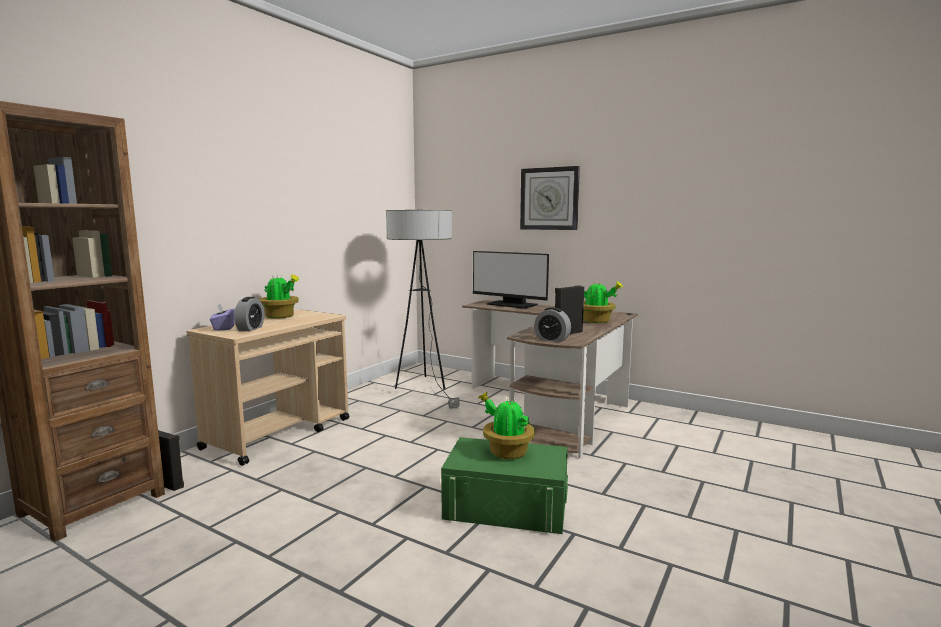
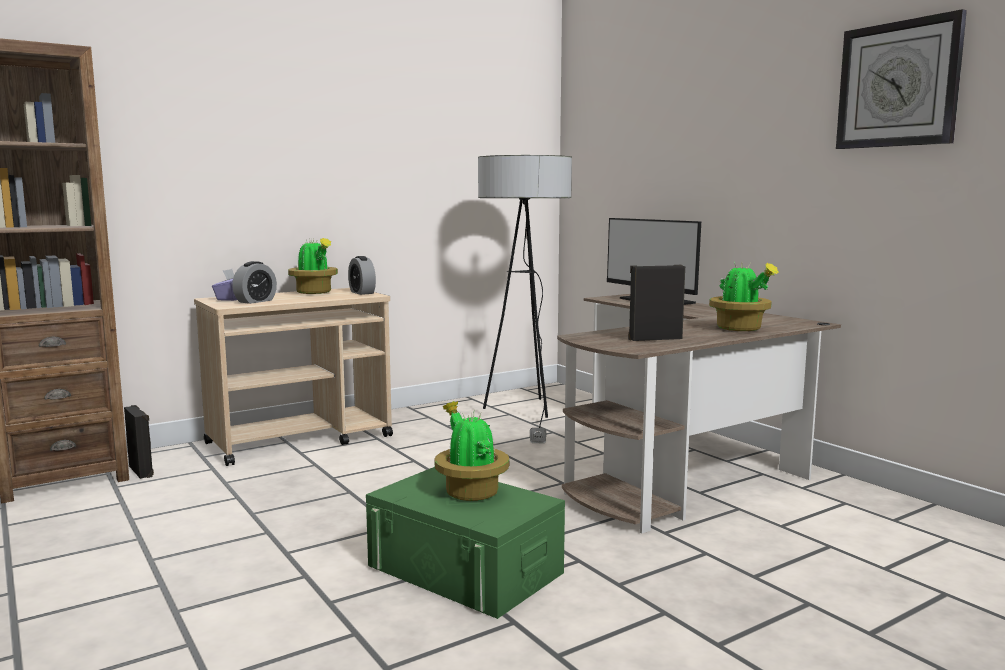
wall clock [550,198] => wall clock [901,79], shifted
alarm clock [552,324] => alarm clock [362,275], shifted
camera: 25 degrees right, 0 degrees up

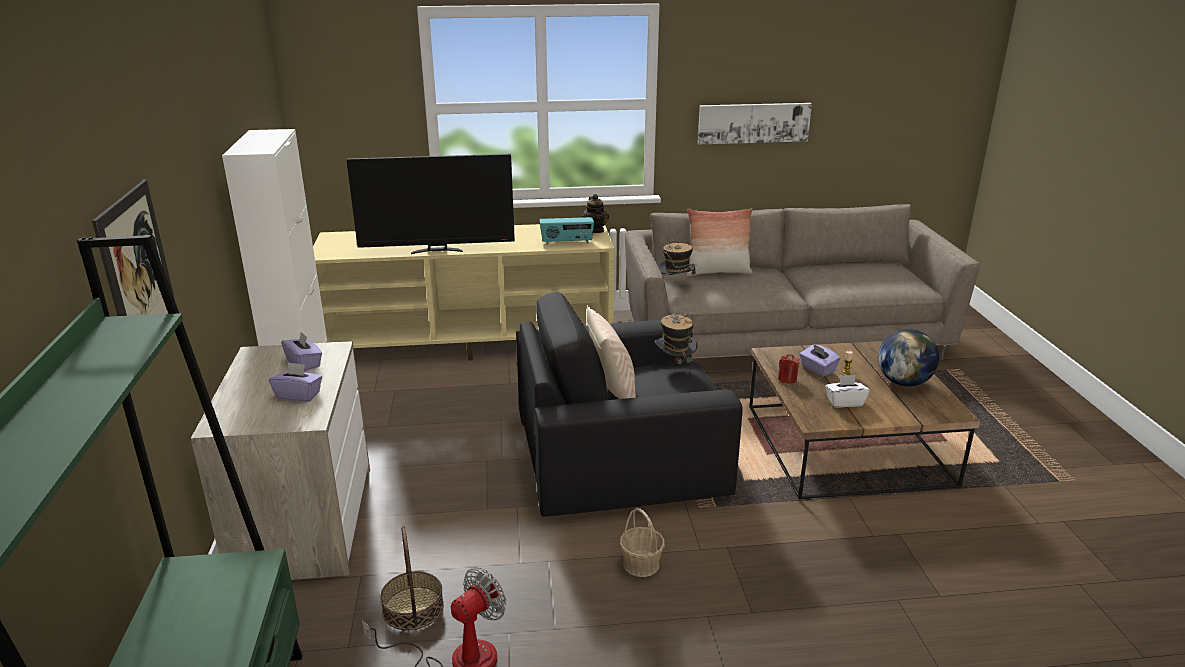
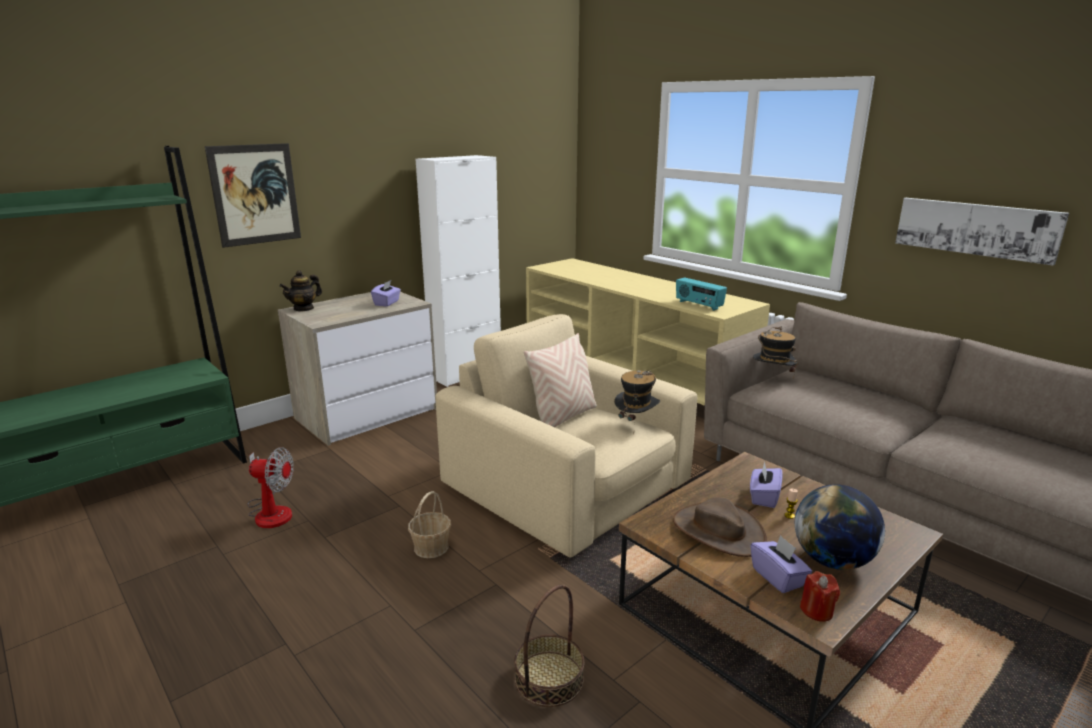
purple tissue box [295,382] => purple tissue box [781,564], shifted
television [430,204] => nothing
basket [412,578] => basket [549,645], shifted
black armchair [629,404] => beige armchair [566,435]
teapot [595,213] => teapot [301,291], shifted
pillow [720,242] => nothing
red candle [789,368] => red candle [820,596], shifted
white tissue box [847,391] => brown hat [720,527]
camera: 55 degrees right, 5 degrees down

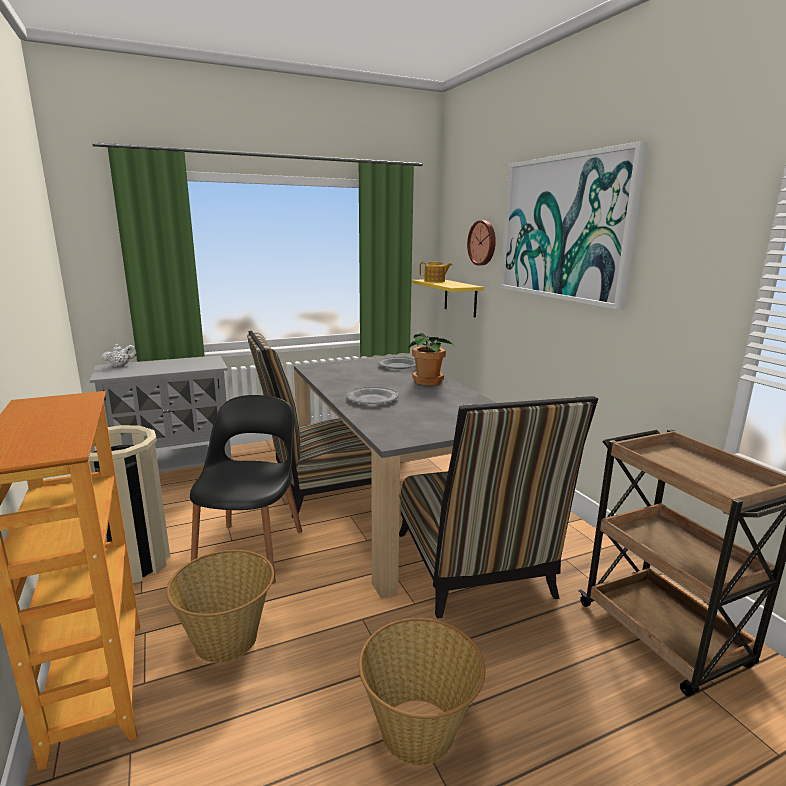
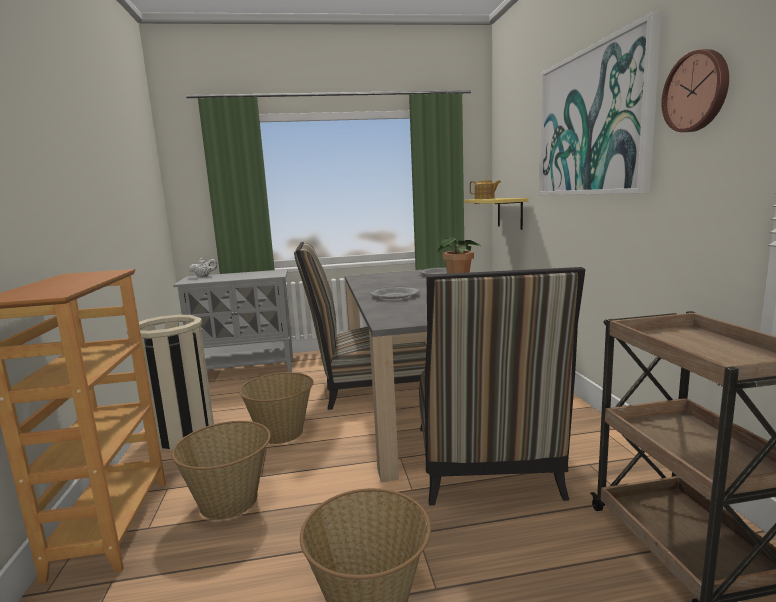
black chair [246,489] => basket [276,408]
wall clock [481,242] => wall clock [695,90], shifted
camera: 15 degrees right, 5 degrees down

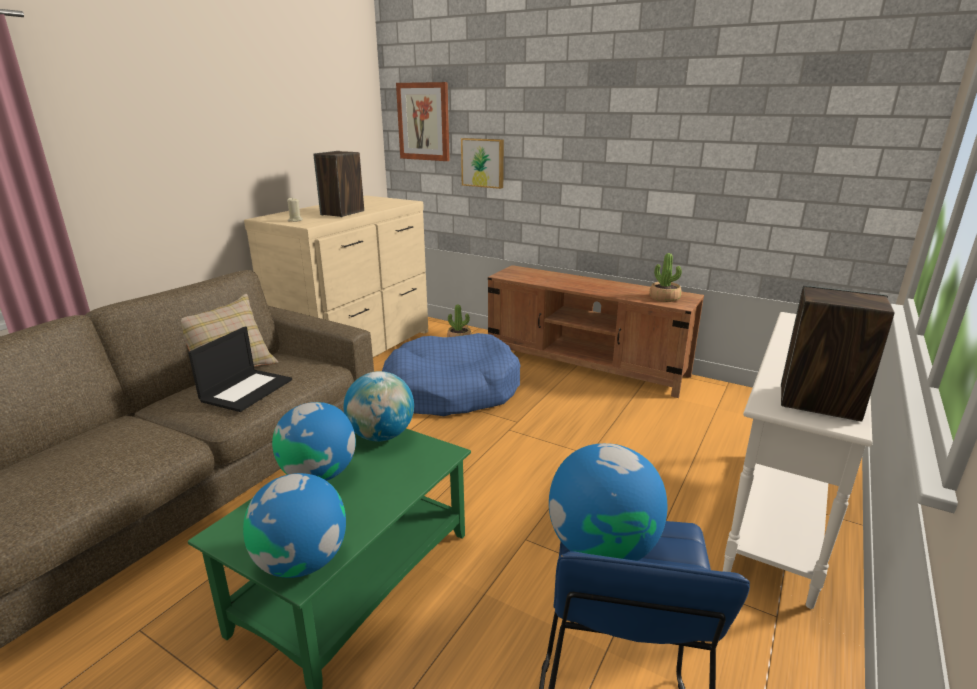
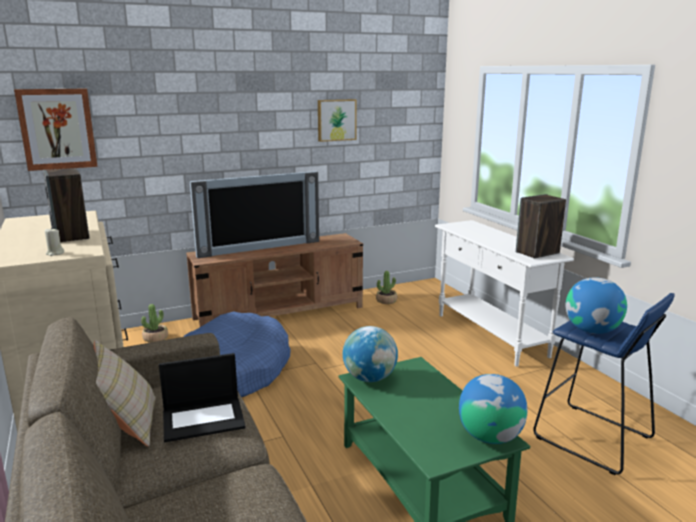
laptop [240,369] => laptop [202,397], 105 degrees clockwise
globe [314,441] => nothing
picture [482,163] => picture [337,120], shifted
potted plant [666,277] => potted plant [386,287], shifted
nothing => television [254,214]
camera: 55 degrees left, 5 degrees down

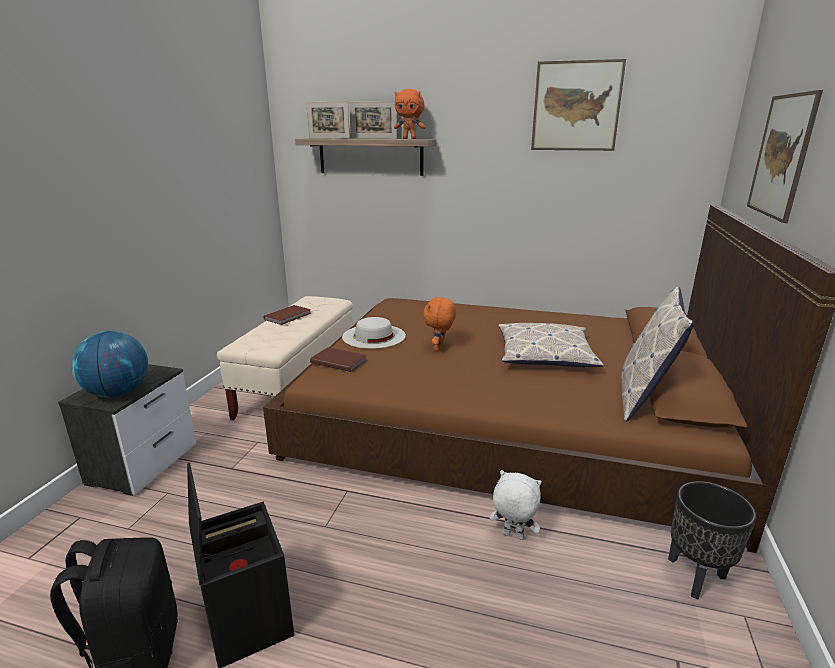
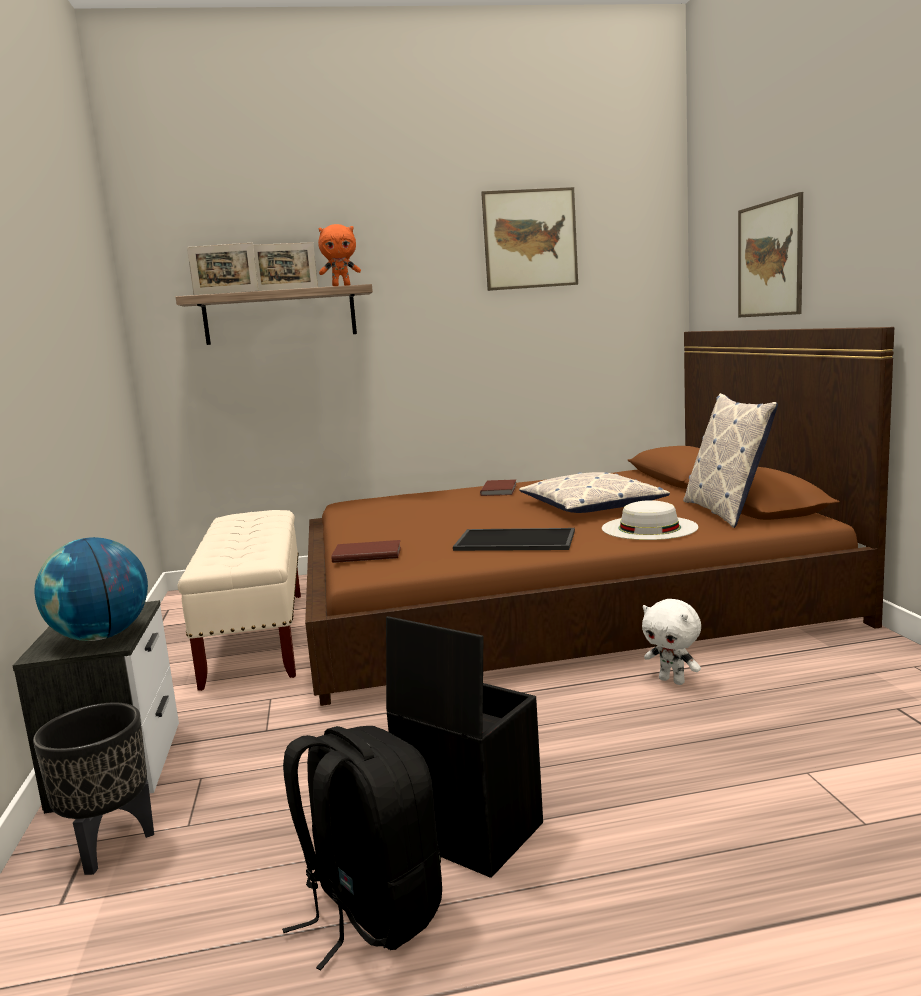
brown book [287,315] => brown book [498,487], shifted
white hat [374,333] => white hat [650,520], shifted
orange plush toy [439,323] => nothing
white plush toy [516,505] => white plush toy [671,642], 135 degrees counterclockwise
black planter [712,540] => black planter [93,788], shifted
nothing => tray [514,539]
camera: 25 degrees left, 10 degrees down

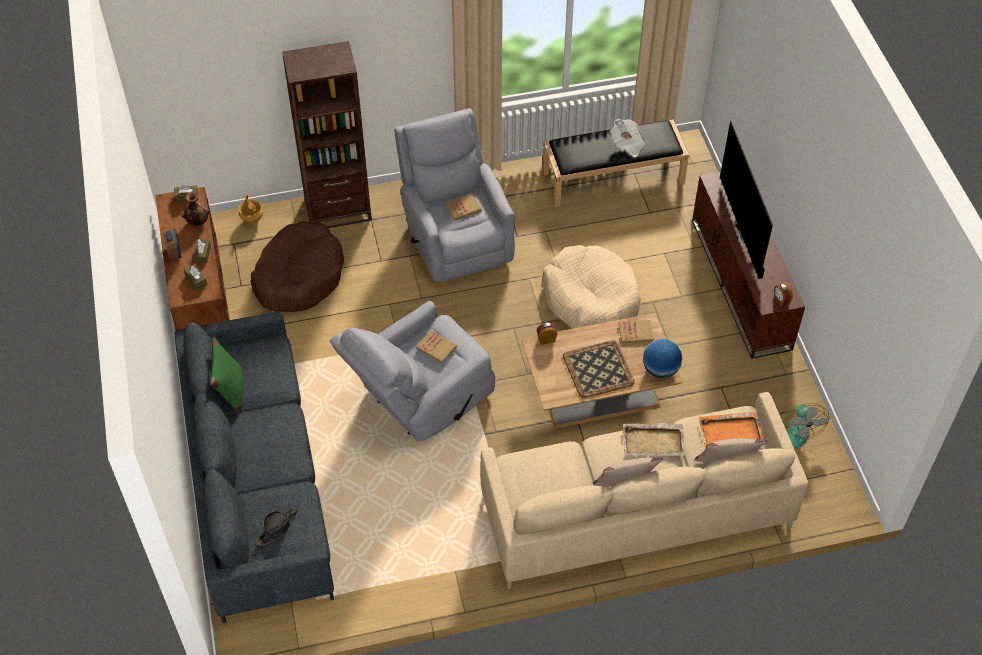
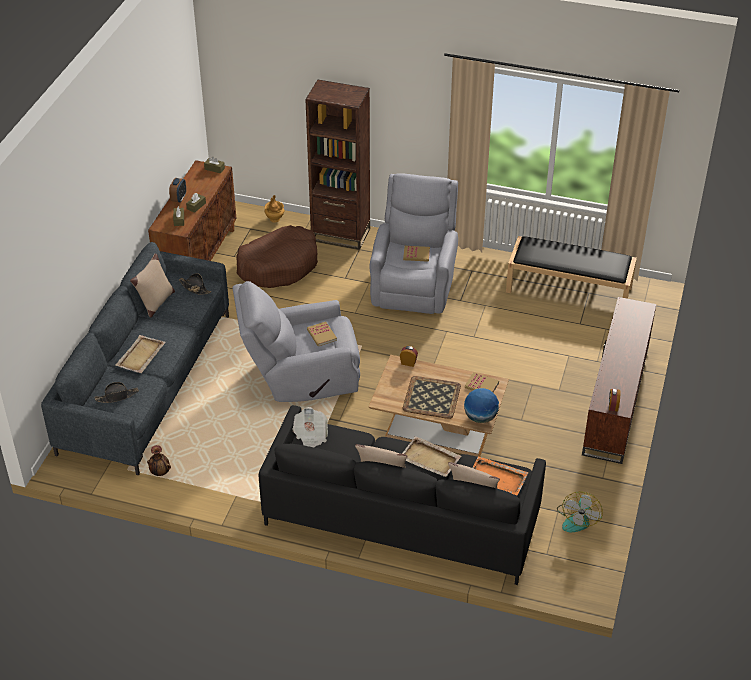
vase [196,209] => vase [159,460], shifted
green pillow [227,375] => beige pillow [152,285]
beige sofa [644,490] => black sofa [402,495]
beige dog bed [592,287] => nothing
newspaper [628,138] => newspaper [310,427], shifted
television [746,200] => nothing
nothing => beige tray [140,354]
nothing => black hat [195,284]
camera: 30 degrees right, 10 degrees down

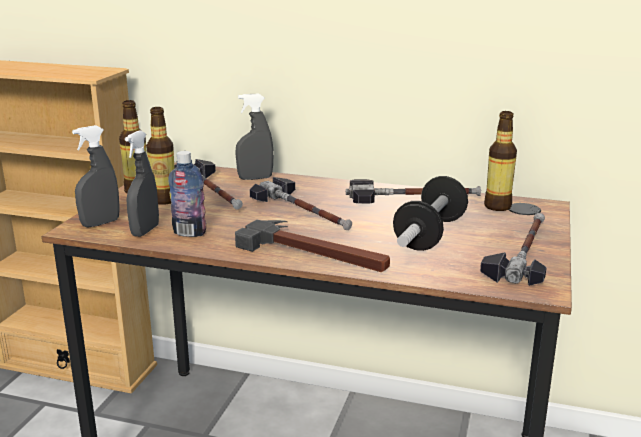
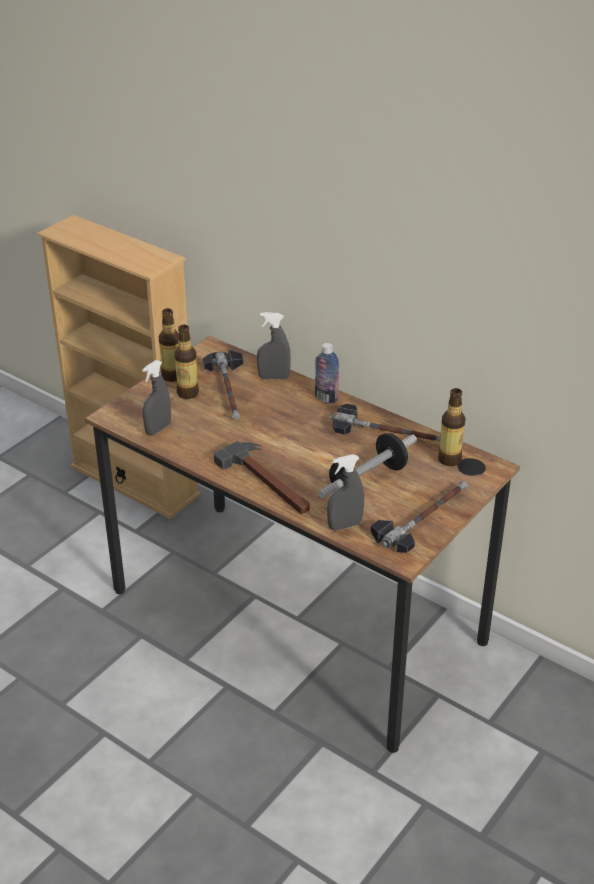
grey spray bottle [96,176] => grey spray bottle [345,492], shifted
bottle [187,194] => bottle [327,373], shifted
hammer [301,203] => nothing
camera: 20 degrees right, 15 degrees up

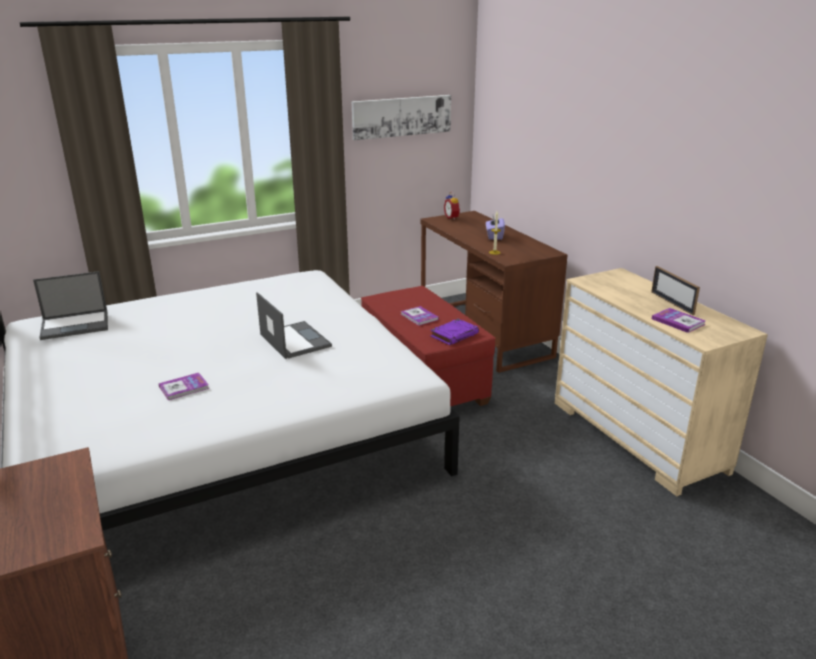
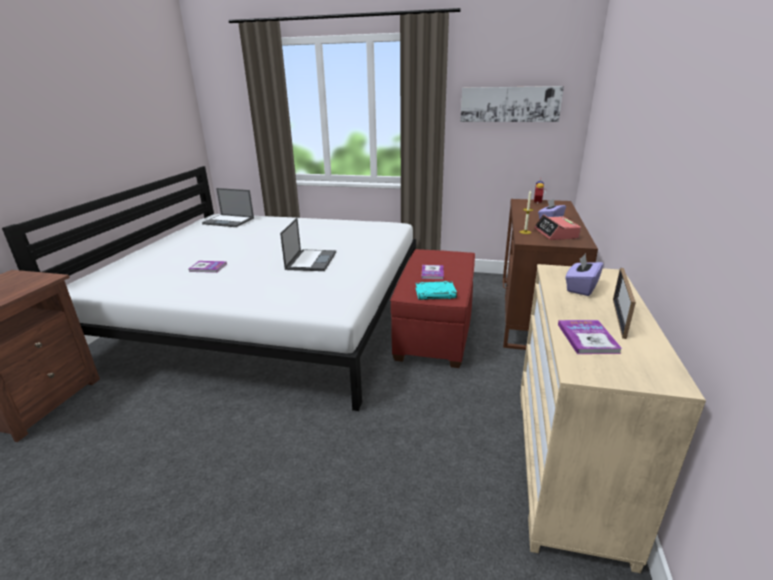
purple book [454,332] => turquoise book [436,290]
nothing => alarm clock [557,227]
nothing => purple tissue box [584,274]
camera: 40 degrees right, 0 degrees up

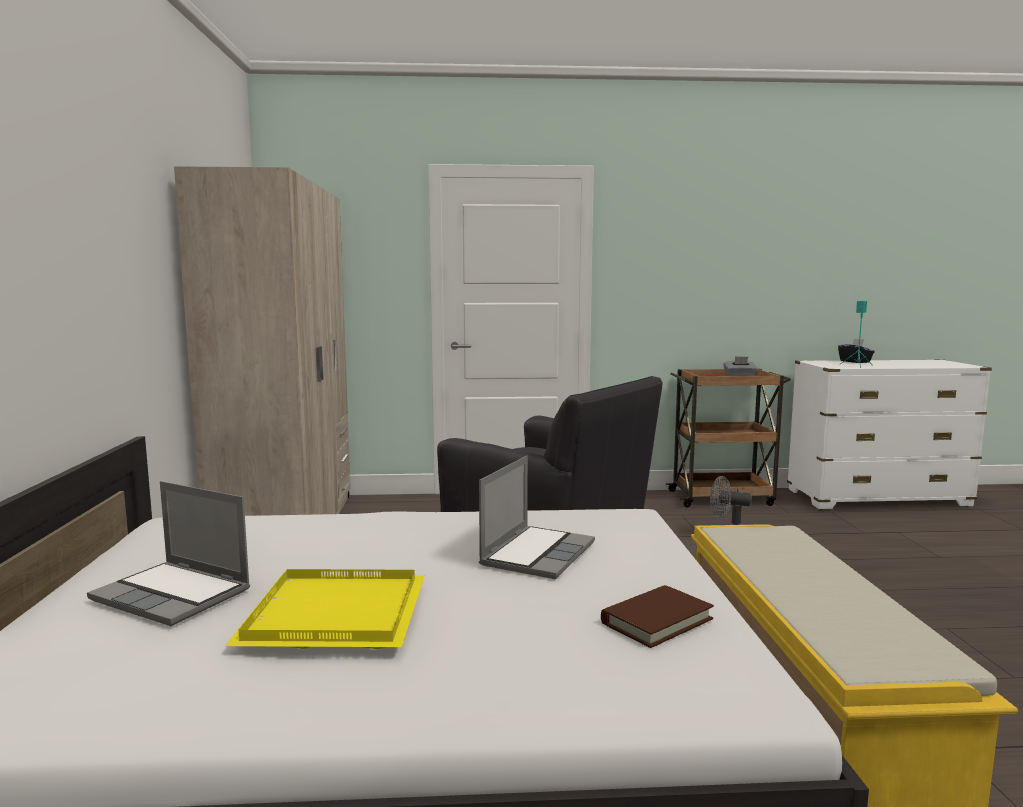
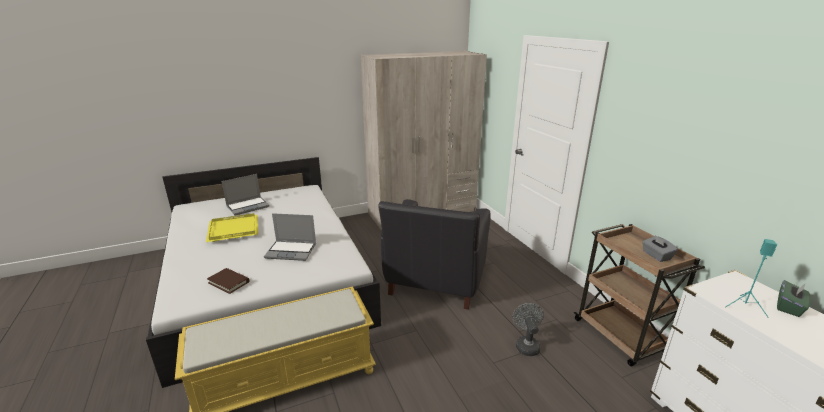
laptop [168,553] => laptop [245,195], 135 degrees counterclockwise
black tissue box [856,351] => green tissue box [794,298]
camera: 70 degrees right, 15 degrees up

